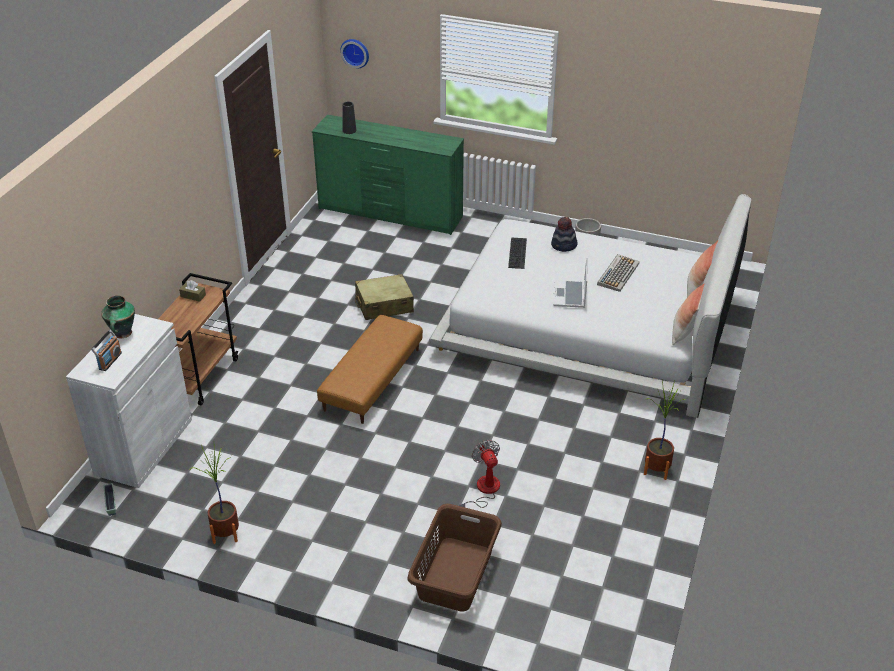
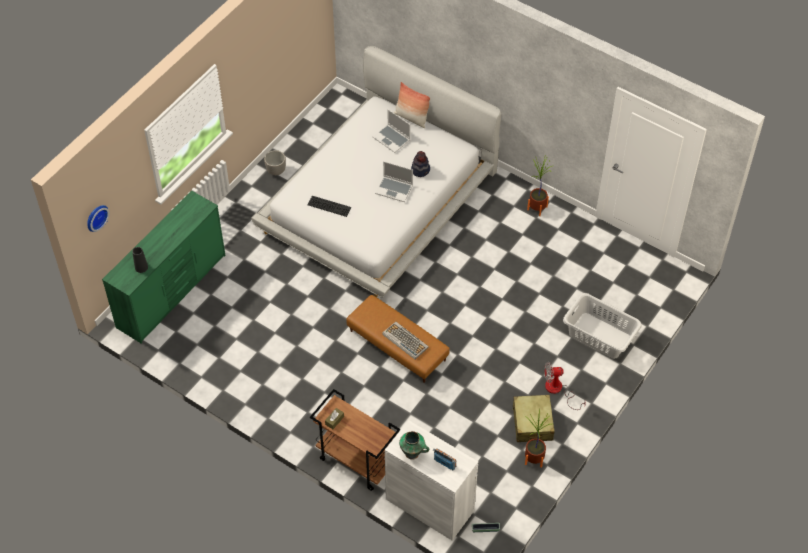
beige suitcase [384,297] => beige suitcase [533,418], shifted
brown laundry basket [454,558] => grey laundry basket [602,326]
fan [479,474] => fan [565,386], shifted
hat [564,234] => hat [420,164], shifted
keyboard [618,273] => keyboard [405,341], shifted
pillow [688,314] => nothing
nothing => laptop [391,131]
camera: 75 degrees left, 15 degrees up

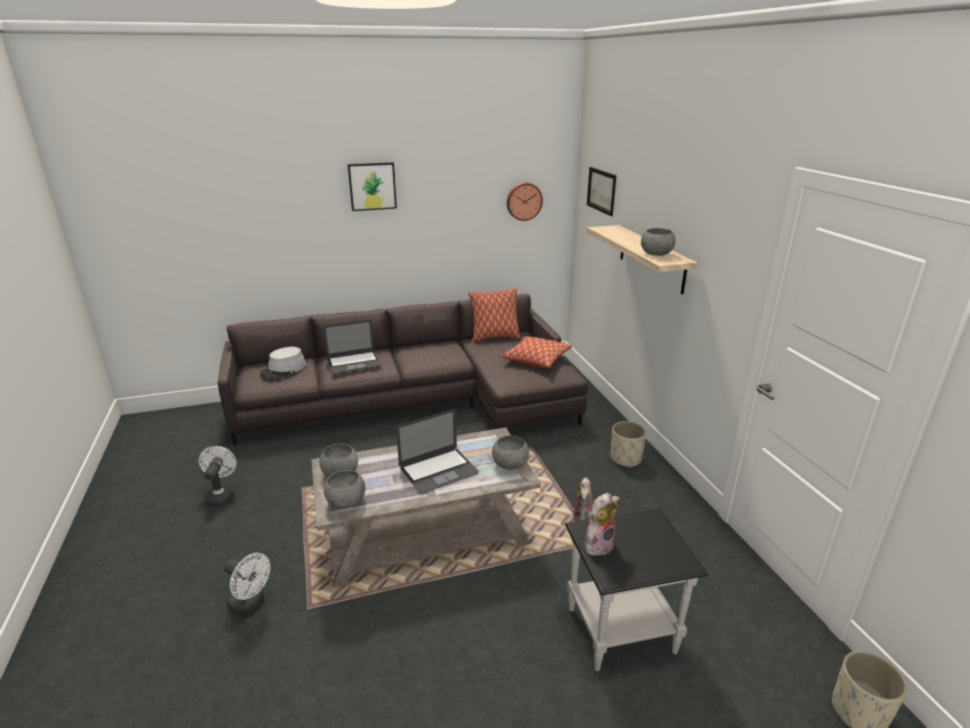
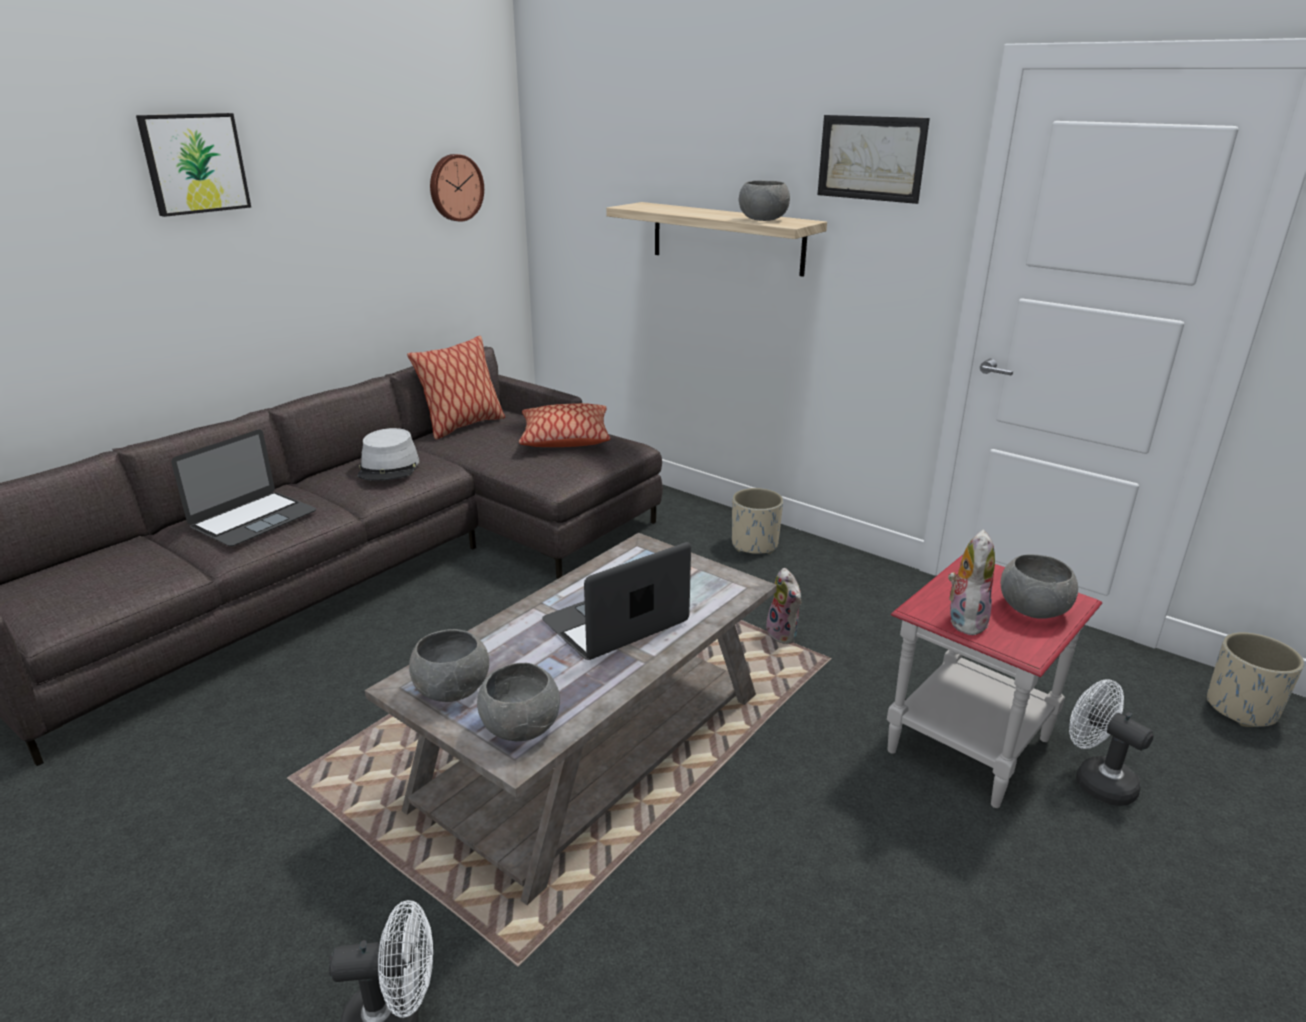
white fan [218,476] => white fan [1111,742], shifted
grey hat [283,362] => grey hat [388,454], shifted
laptop [437,451] => laptop [616,601], 150 degrees counterclockwise
grey bowl [510,452] => grey bowl [1039,586], shifted
black side table [636,589] => red side table [994,681]
picture [601,191] => picture [873,159], shifted
camera: 35 degrees left, 0 degrees up

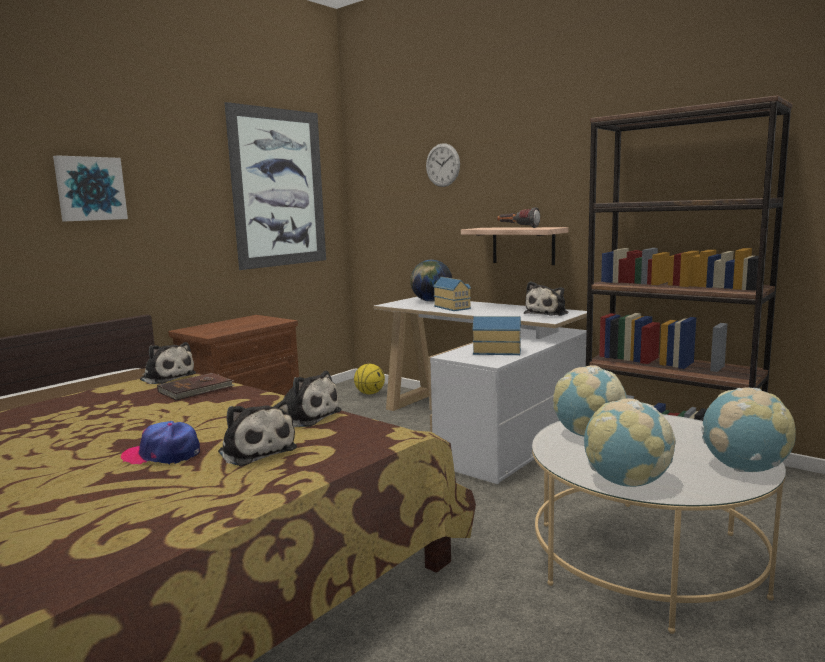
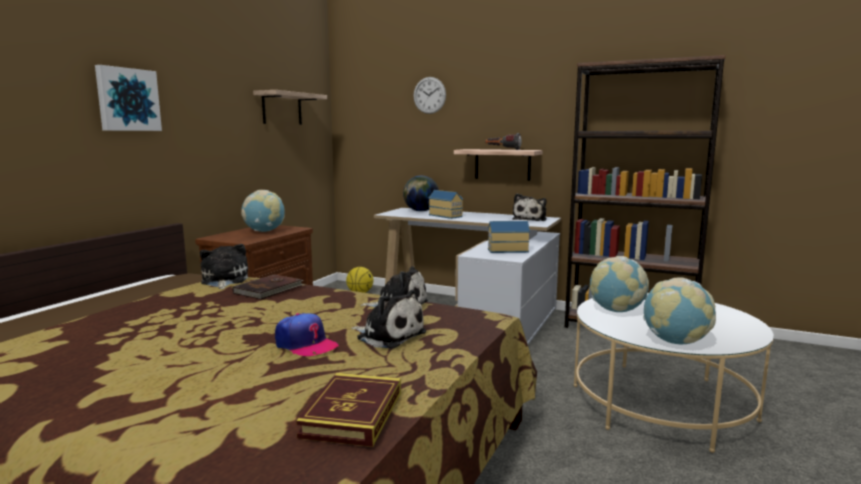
cap [160,442] => cap [307,334], 135 degrees counterclockwise
plush toy [168,363] => plush toy [224,266], 120 degrees counterclockwise
picture [275,186] => shelf [290,107]
globe [749,429] => globe [263,211], shifted
nothing => book [348,410]
camera: 15 degrees left, 0 degrees up

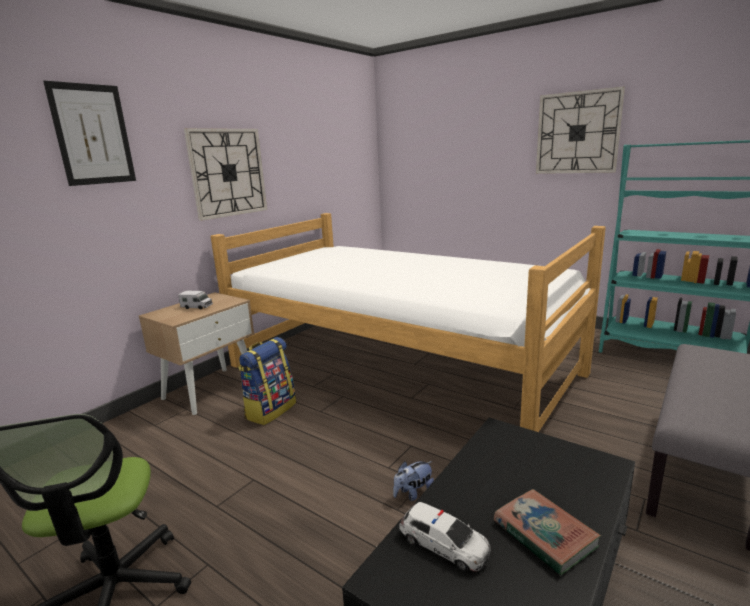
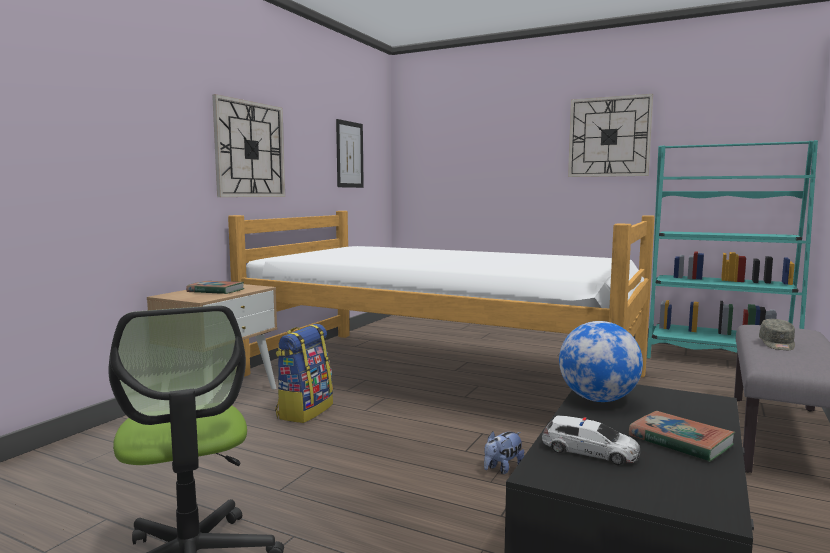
picture [89,133] => picture [350,153], shifted
toy truck [195,300] => book [215,287]
nothing => globe [601,361]
nothing => grey cap [777,334]
camera: 10 degrees left, 10 degrees down

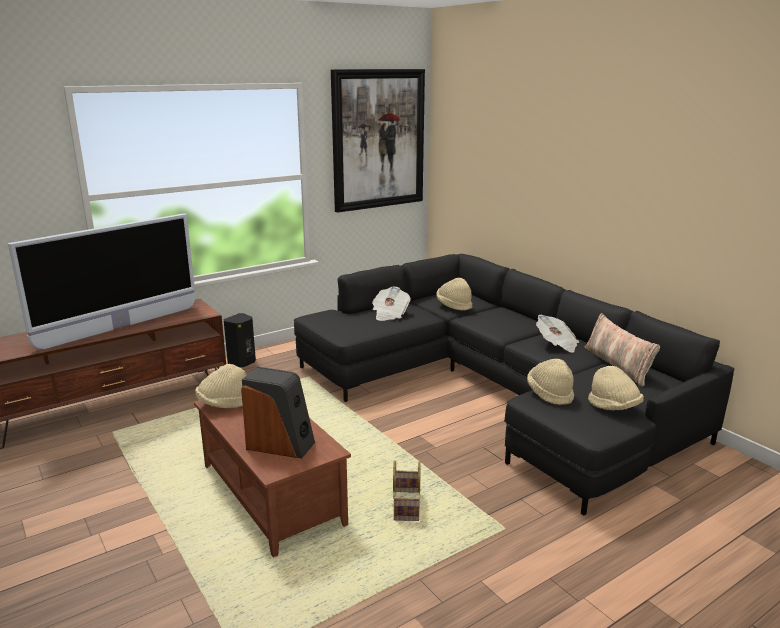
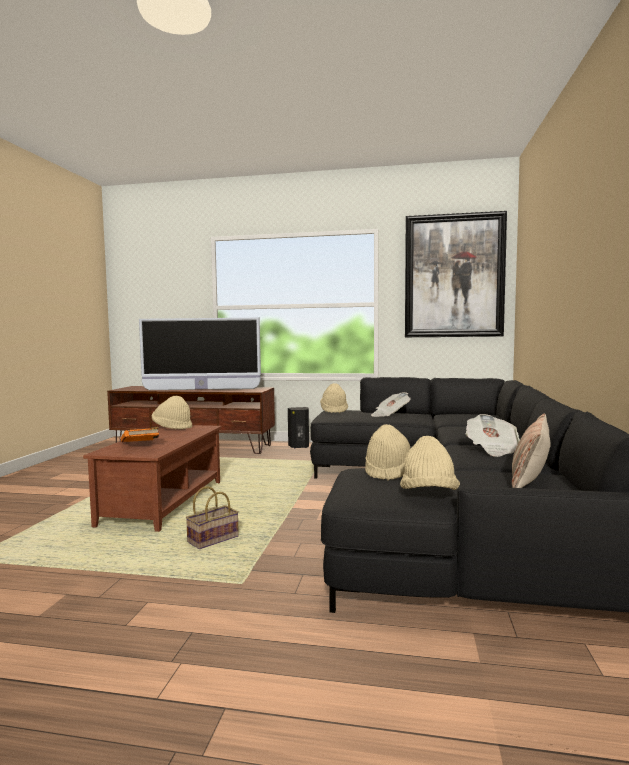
speaker [278,413] => orange book [140,434]
beige hat [454,294] => beige hat [334,398], shifted
camera: 45 degrees right, 15 degrees down

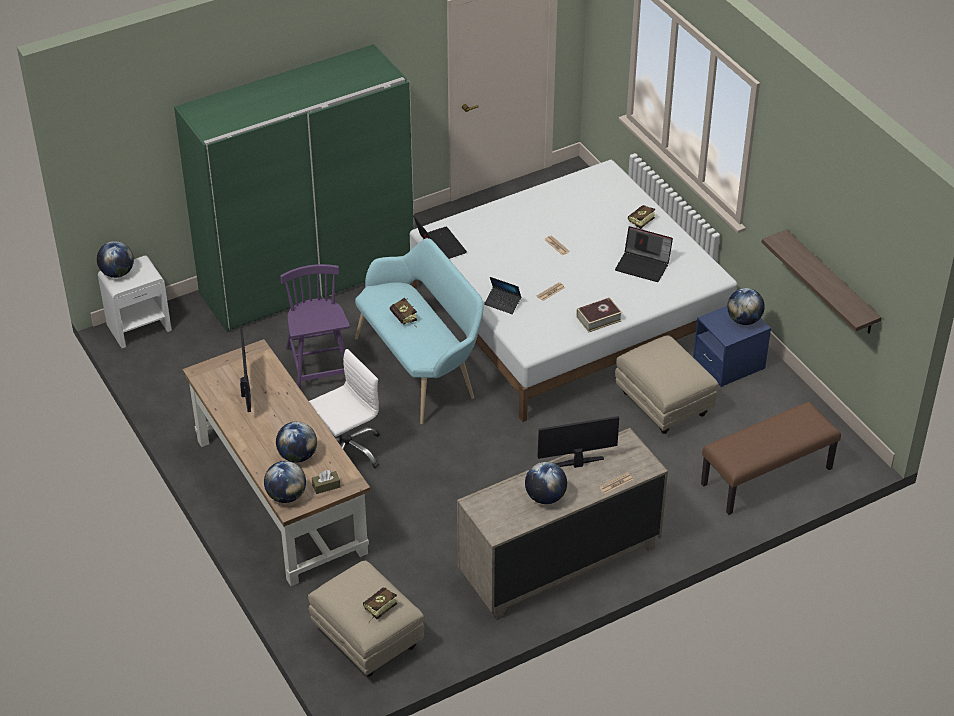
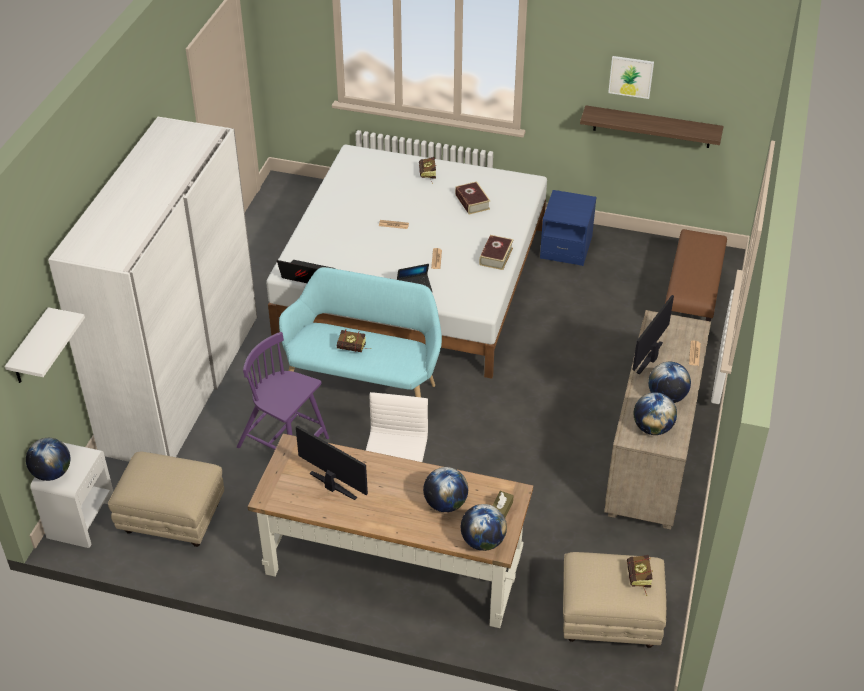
green wardrobe [294,188] => white wardrobe [152,289]
laptop [644,254] => book [472,197]
beige ottoman [666,384] => beige ottoman [166,499], shifted
globe [746,306] => globe [655,413], shifted
nothing => white shelf [45,345]
nothing => picture [631,77]
camera: 45 degrees left, 0 degrees up

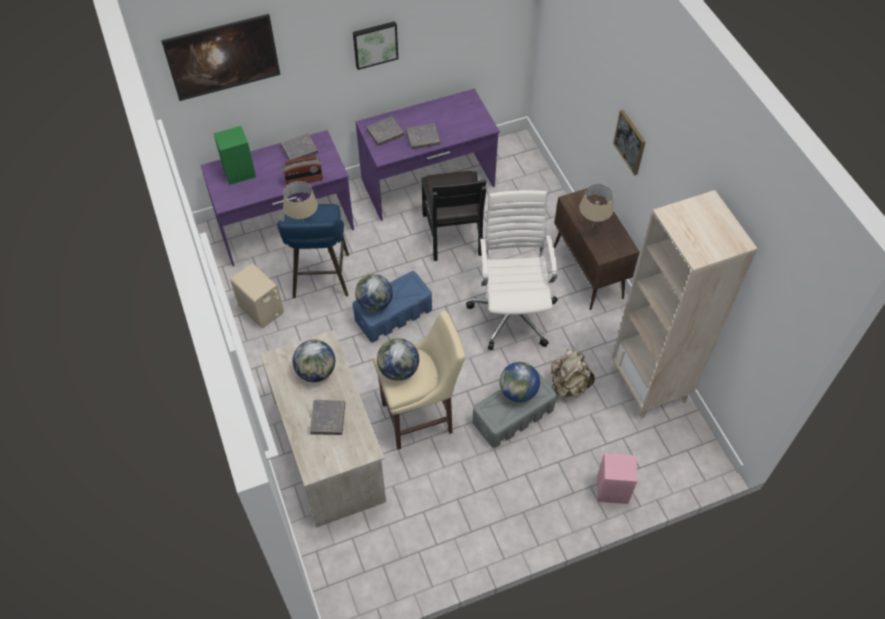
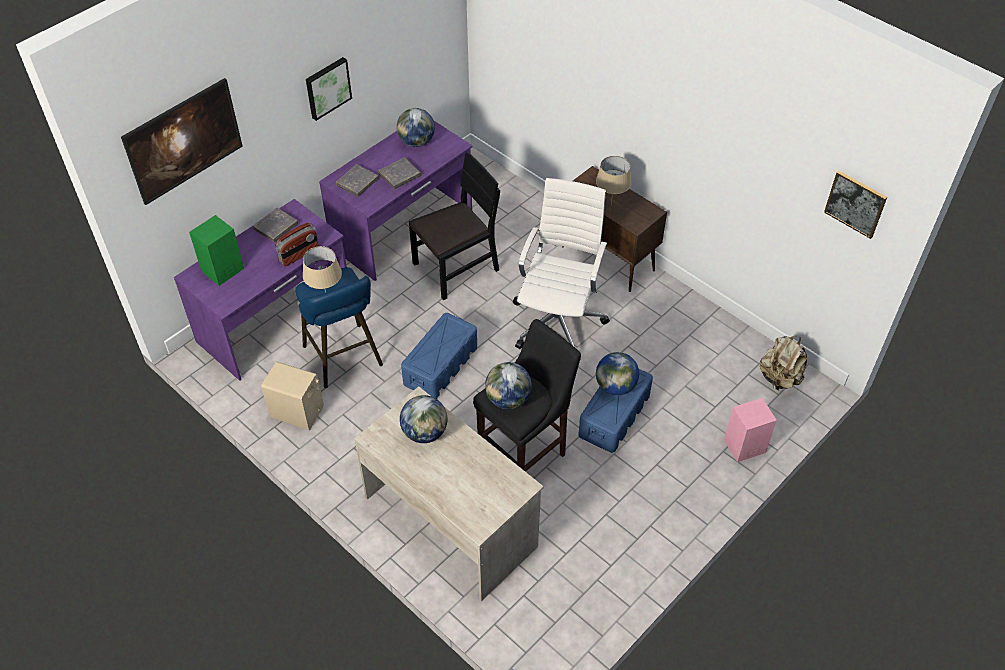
grey book [327,417] => nothing
globe [374,293] => globe [416,127], shifted
beige stool [419,380] => black stool [527,395]
black chair [454,216] => black chair [454,225], 90 degrees counterclockwise
white office chair [512,270] => white office chair [561,263], 45 degrees clockwise
grey storage box [514,409] => blue storage box [615,411]
beige backpack [573,373] => beige backpack [783,363], shifted
beige bookcase [685,304] => nothing
picture [629,142] => picture [855,205], shifted
camera: 25 degrees left, 5 degrees down

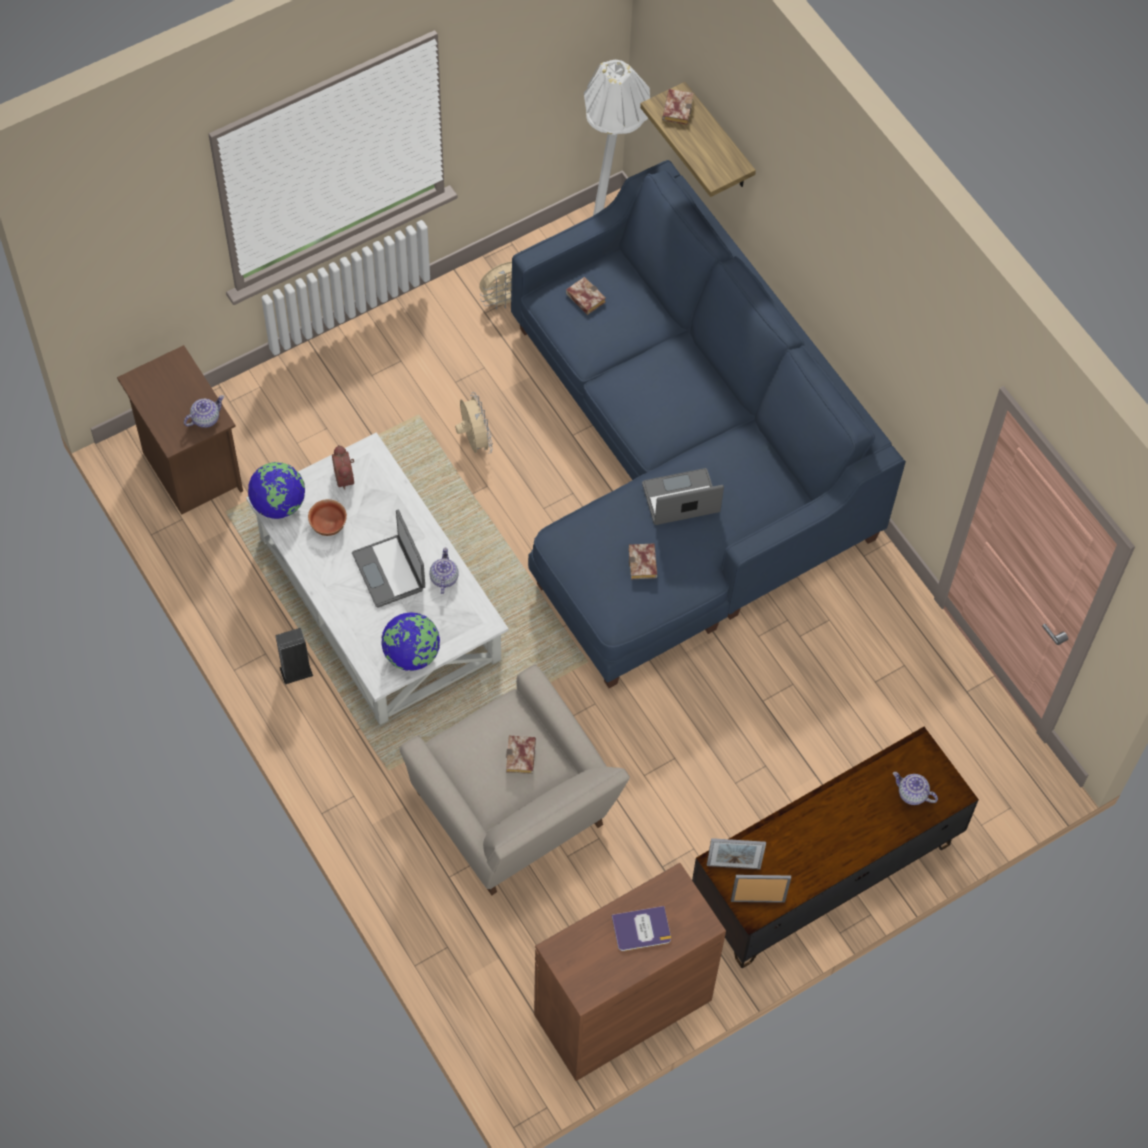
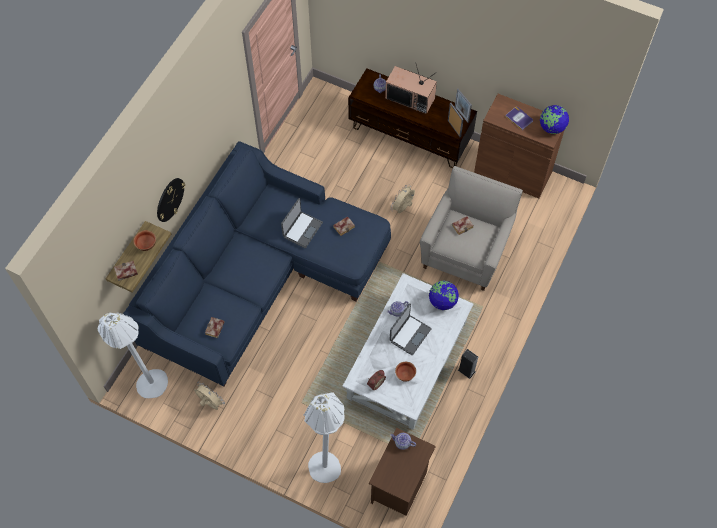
globe [276,490] => globe [554,119], shifted
beige fan [474,423] => beige fan [403,198], shifted
laptop [683,496] => laptop [302,223], 105 degrees counterclockwise
nothing => bowl [144,240]
nothing => wall clock [171,200]
nothing => white floor lamp [324,437]
nothing => television [411,89]
camera: 120 degrees left, 0 degrees up

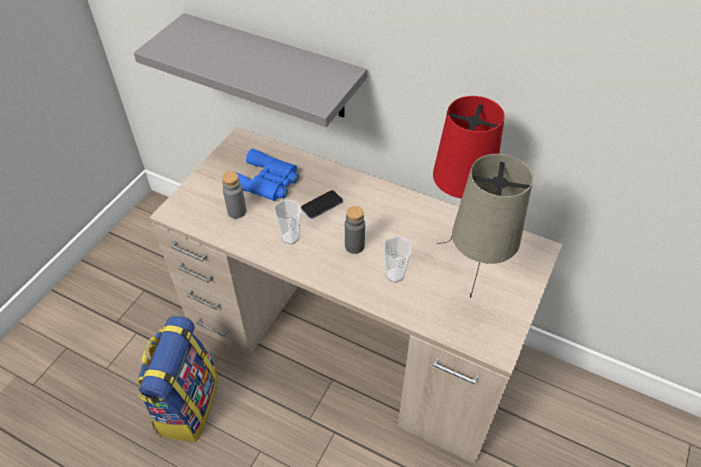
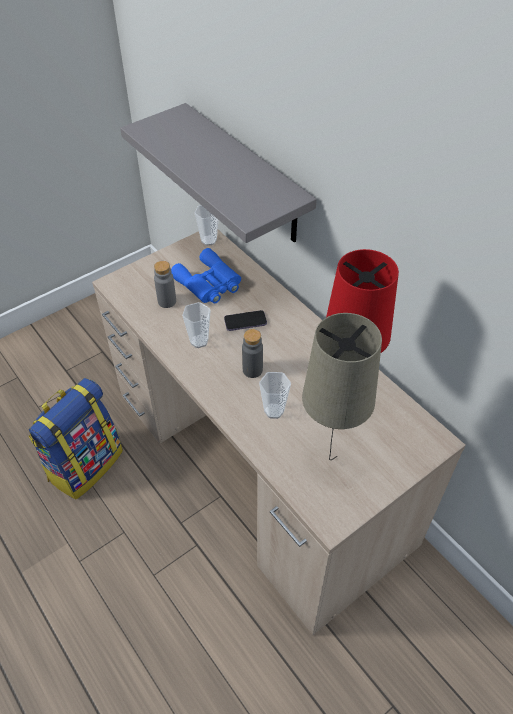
nothing => cup [206,225]
camera: 25 degrees right, 0 degrees up

